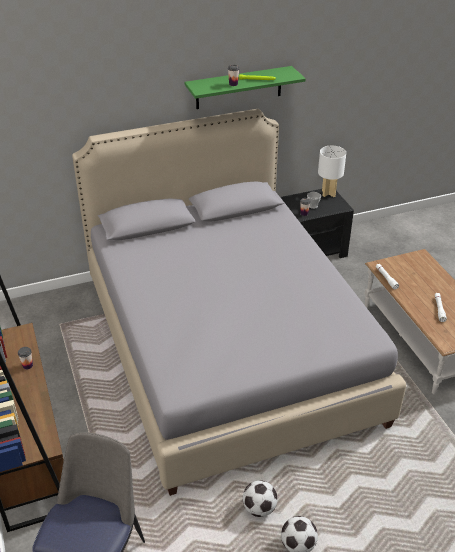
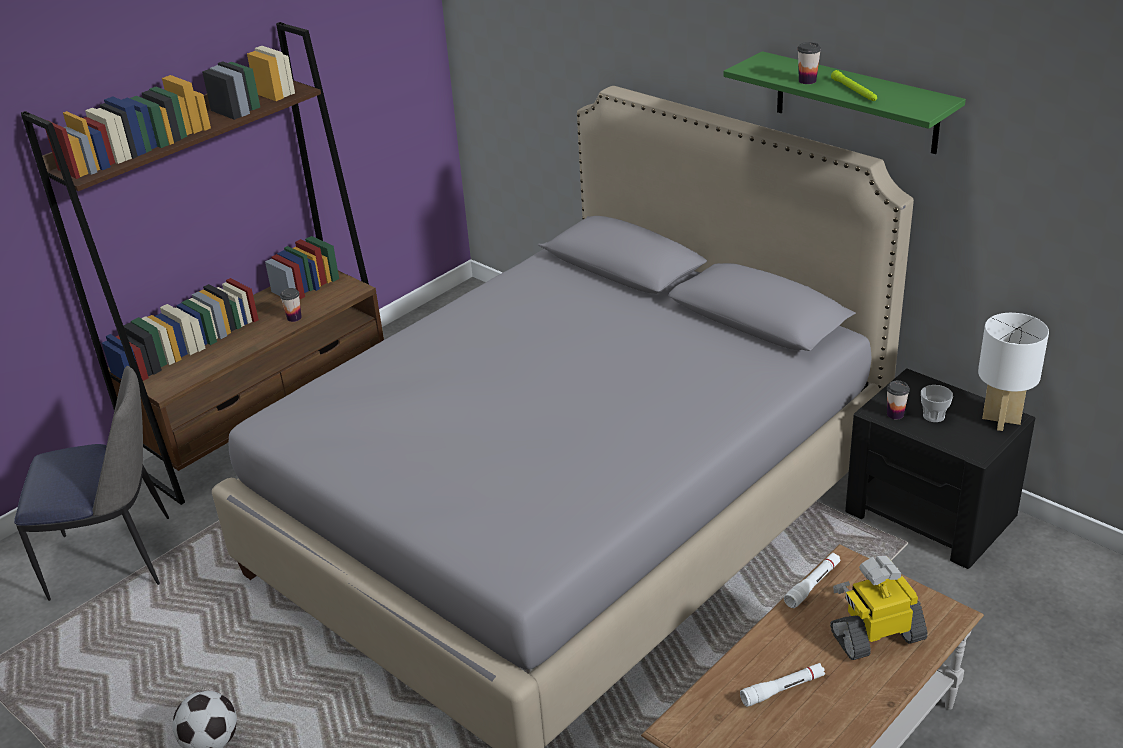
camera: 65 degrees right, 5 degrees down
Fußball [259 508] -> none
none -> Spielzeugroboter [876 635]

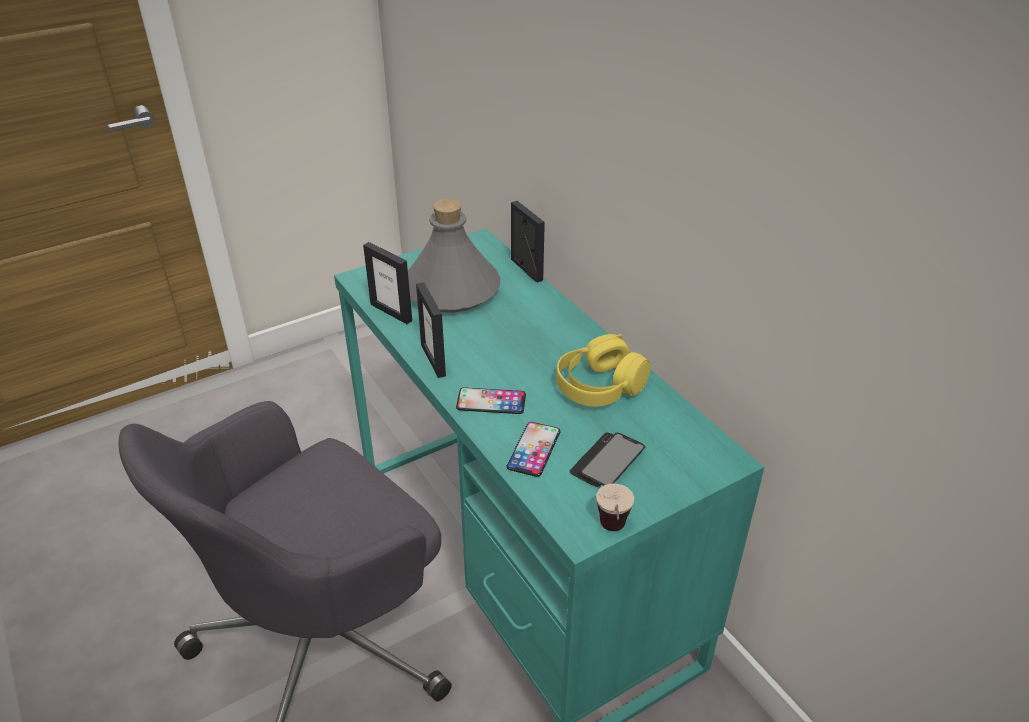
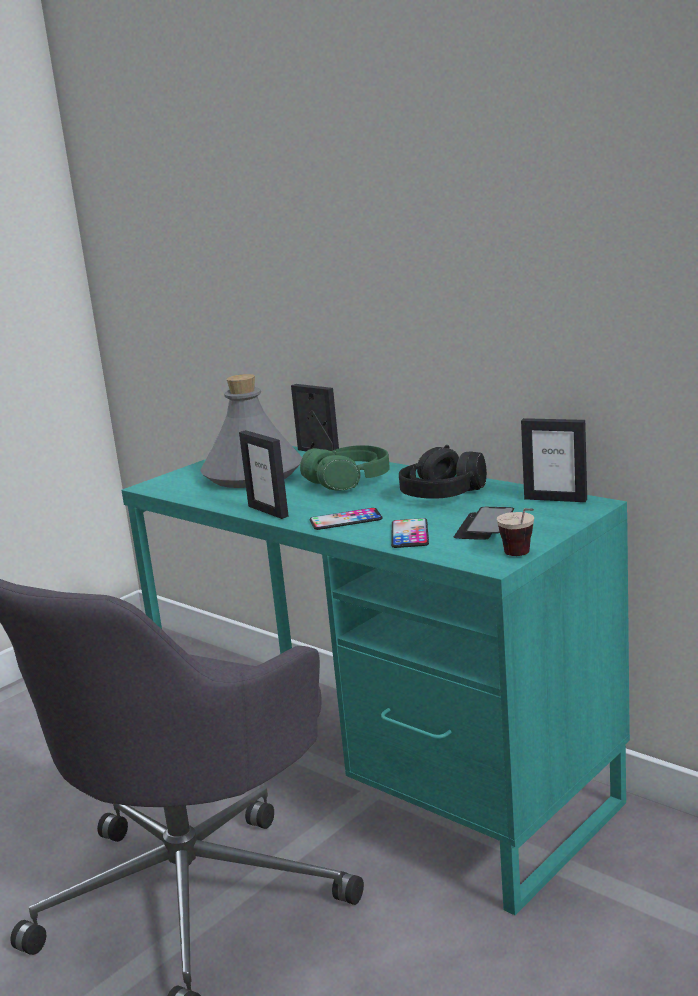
camera: 15 degrees left, 20 degrees down
none -> Kopfhörer (grün) [348 481]
Bilderrahmen [391 312] -> Bilderrahmen [555 499], move
Kopfhörer (gelb) [599 386] -> Kopfhörer (schwarz) [443 493]

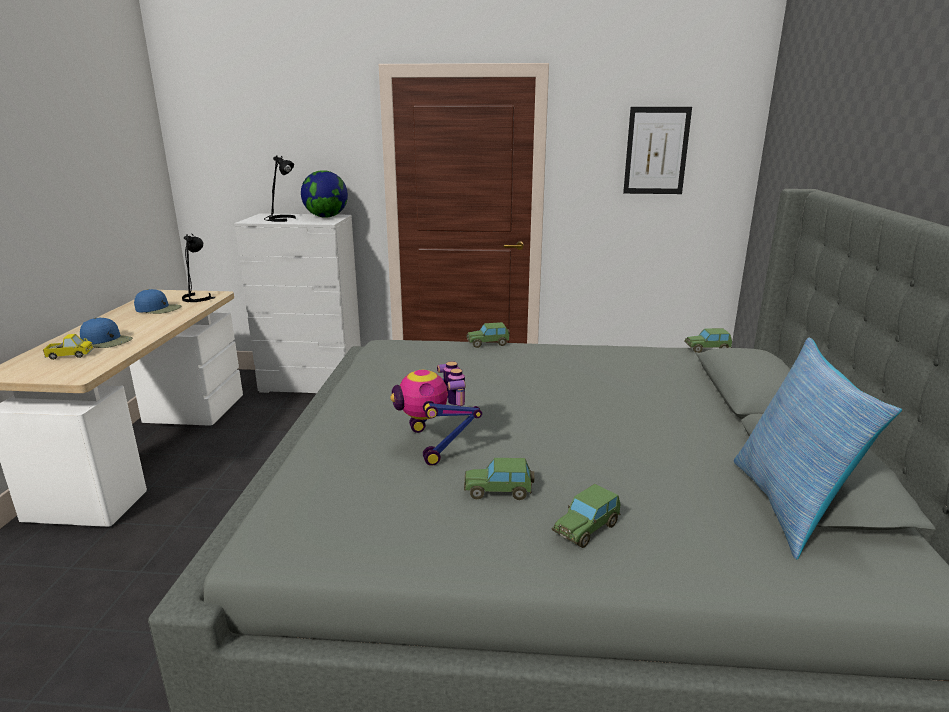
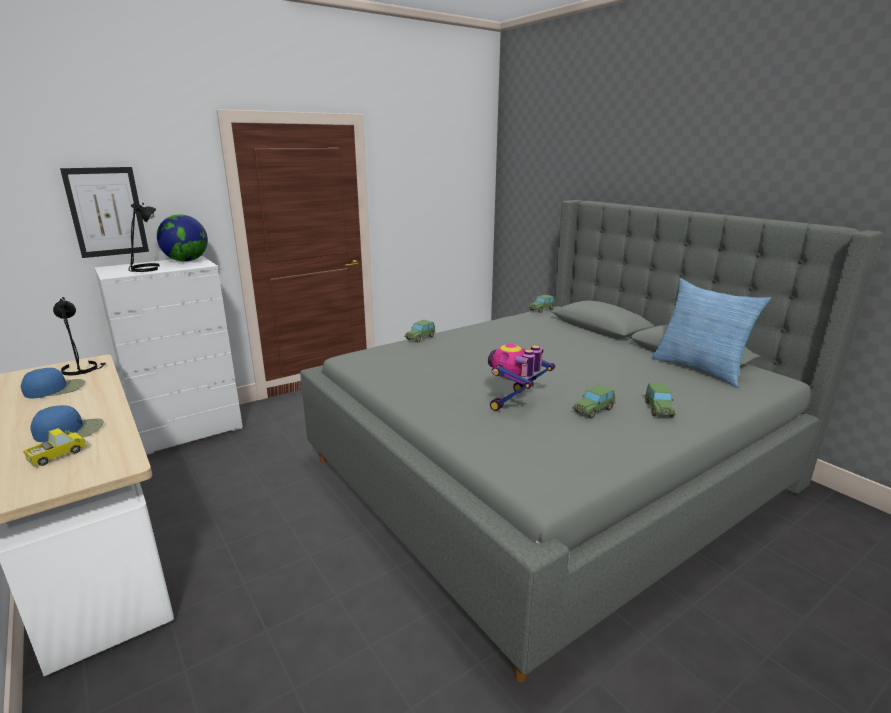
camera: 40 degrees left, 0 degrees up
Bild [656 151] -> Bild [106 212], move
Spielzeugroboter [435 444] -> Spielzeugroboter [515 402], 90 degrees clockwise

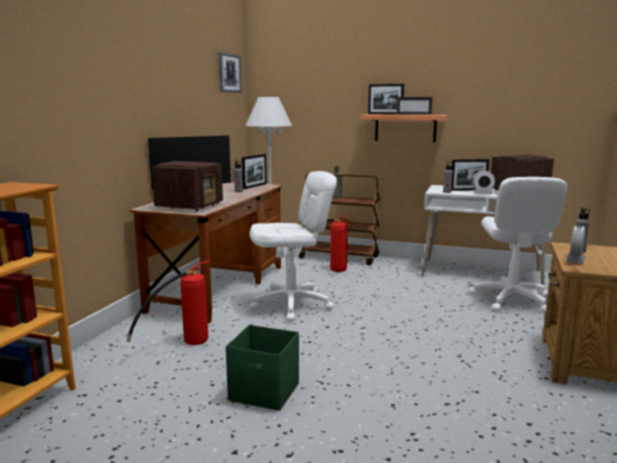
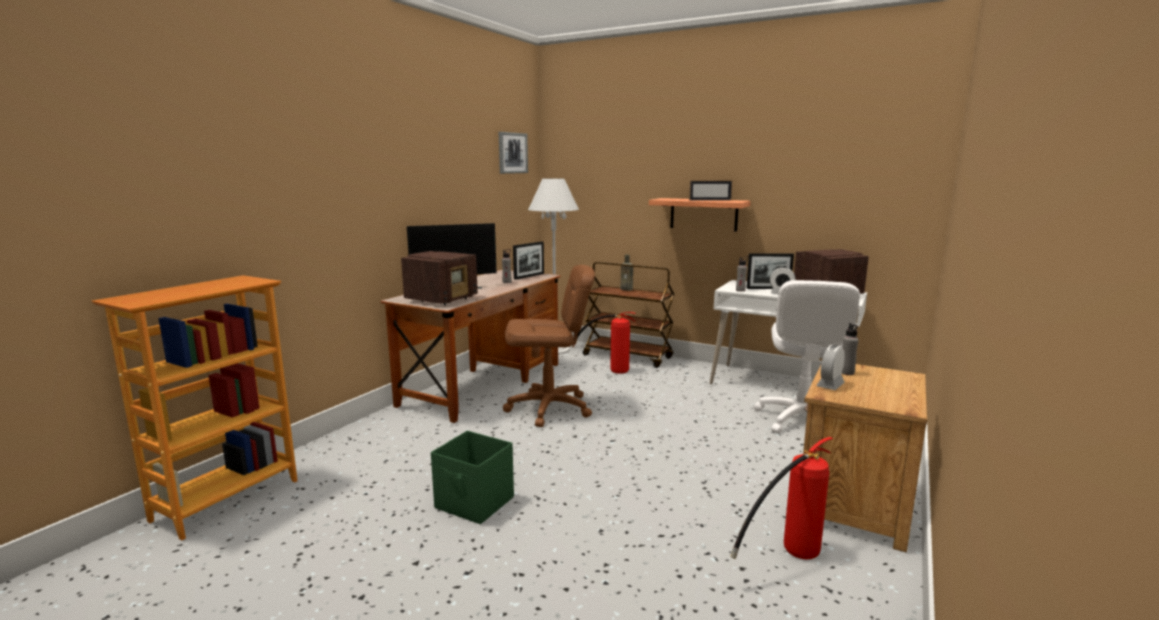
camera: 10 degrees right, 0 degrees up
Bilderrahmen [385 114] -> none
Feuerlöscher [183 345] -> Feuerlöscher [787 557], move
Bürostuhl (weiß) [292 305] -> Bürostuhl (braun) [549 408]

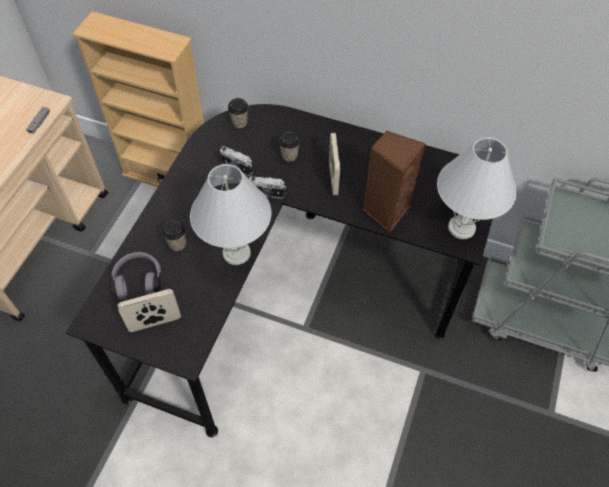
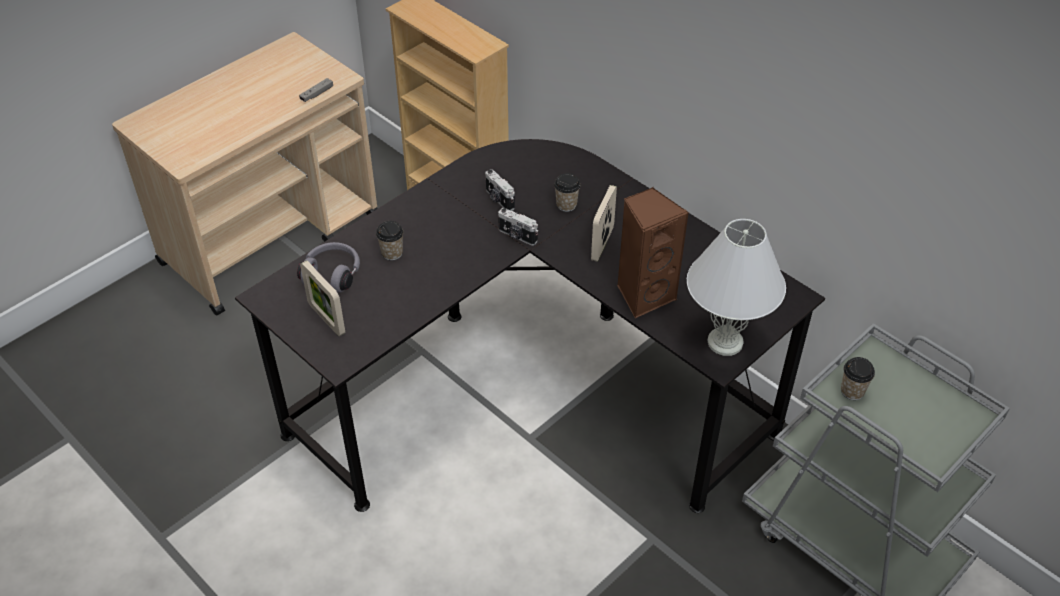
camera: 25 degrees right, 10 degrees down
Tischlampe (weiß) [236 253] -> none
Tasse [239 122] -> Tasse [852 391], move
Bilderrahmen [155 323] -> Bilderrahmen [326 319], 135 degrees counterclockwise

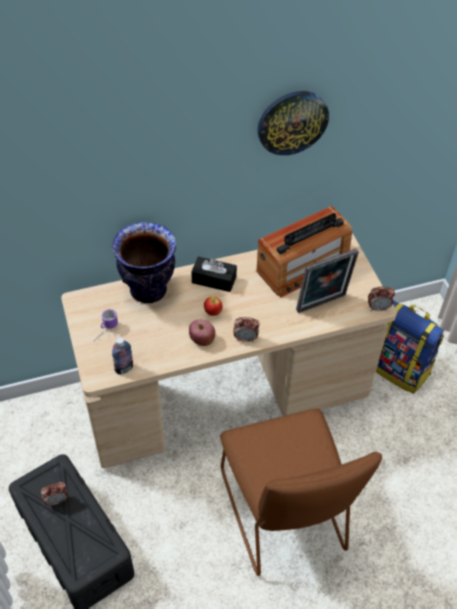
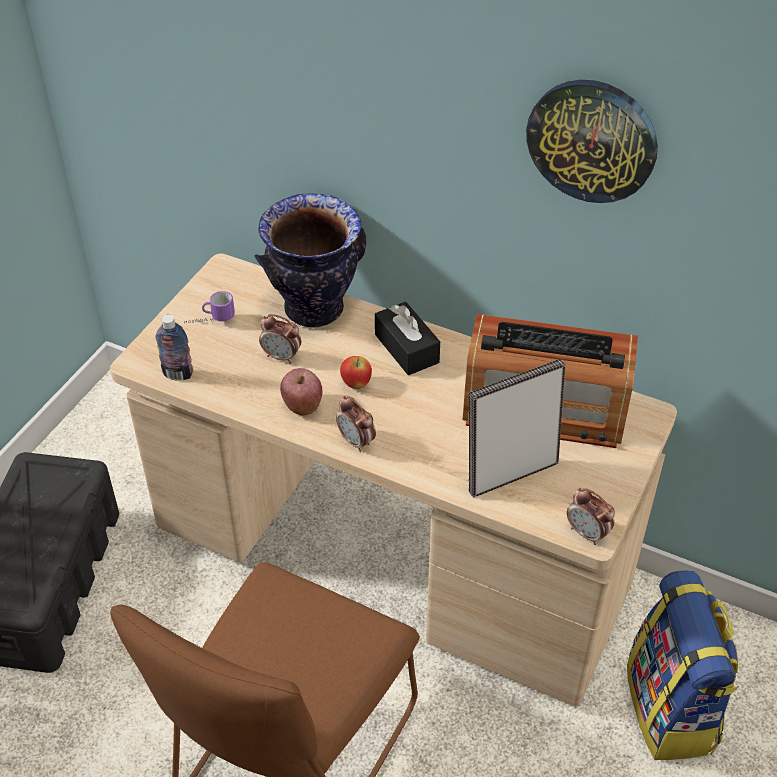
camera: 45 degrees right, 5 degrees down
Wecker [57 500] -> Wecker [282 356], move
Bilderrahmen [322 305] -> Bilderrahmen [510 473], 135 degrees clockwise

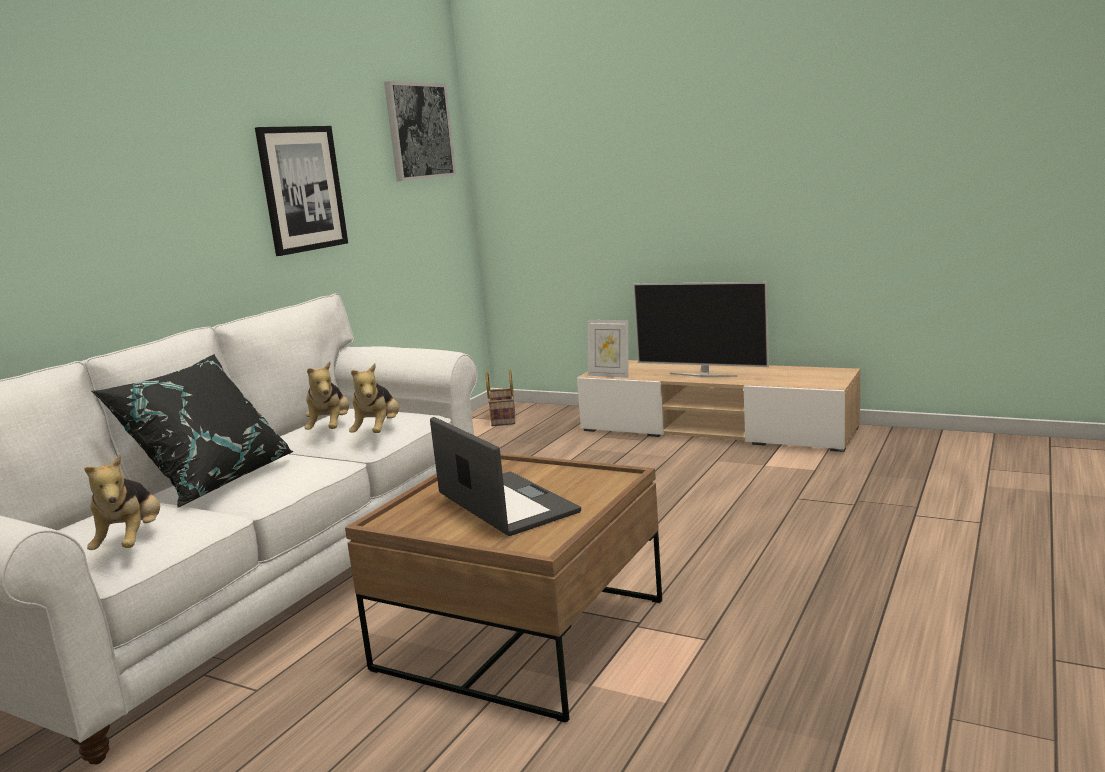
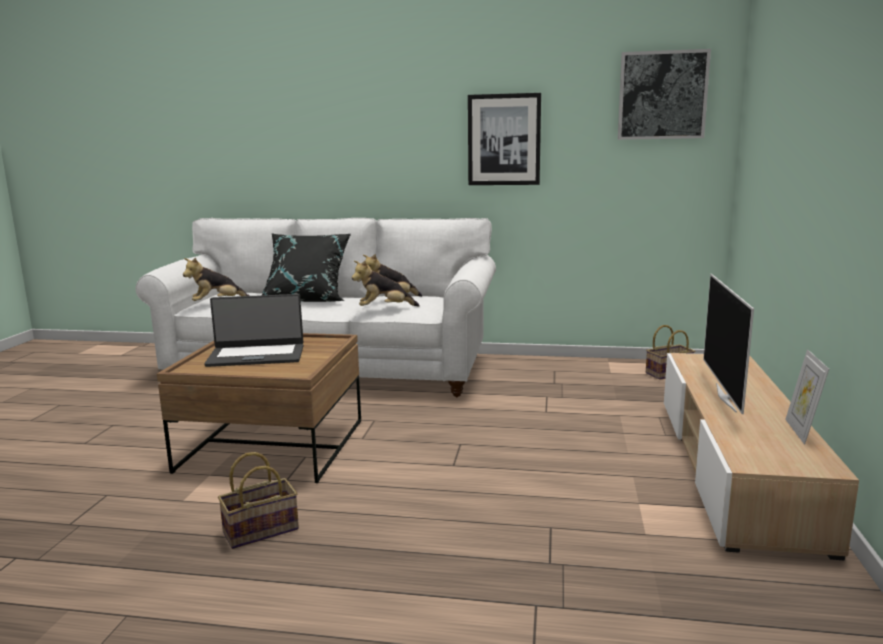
camera: 70 degrees right, 0 degrees up
none -> Korb [262 529]
Bilderrahmen [609 375] -> Bilderrahmen [801 431], move
Laptop [505 505] -> Laptop [256 355], 45 degrees clockwise

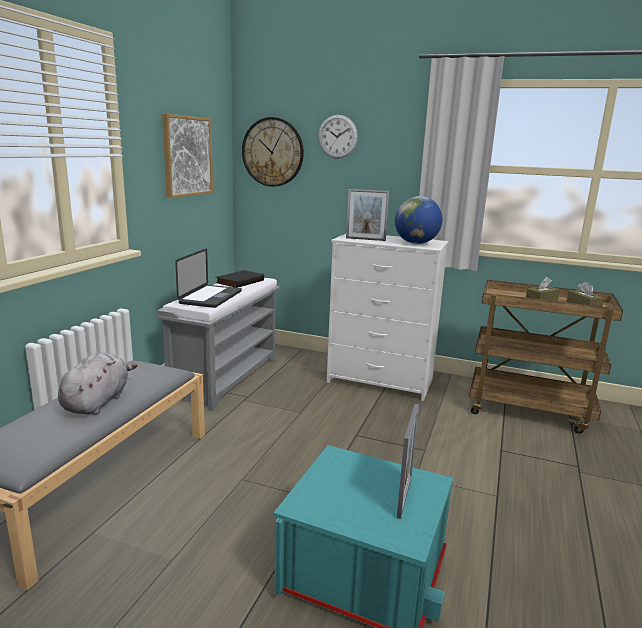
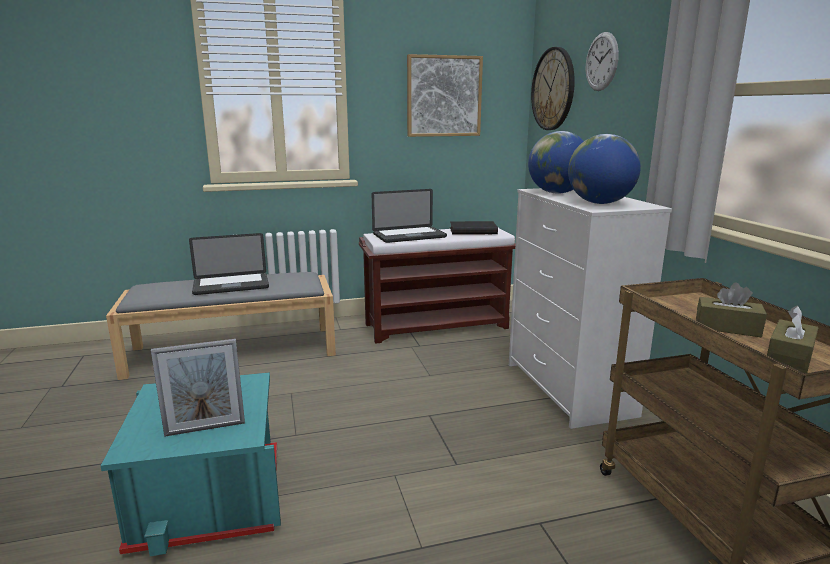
camera: 55 degrees right, 0 degrees up
Plüschtier (grau) [97 402] -> Laptop [231 285]
Bilderrahmen [365 239] -> Globus [557 193]
Bank (grau) [226 377] -> Bank (braun) [437 326]

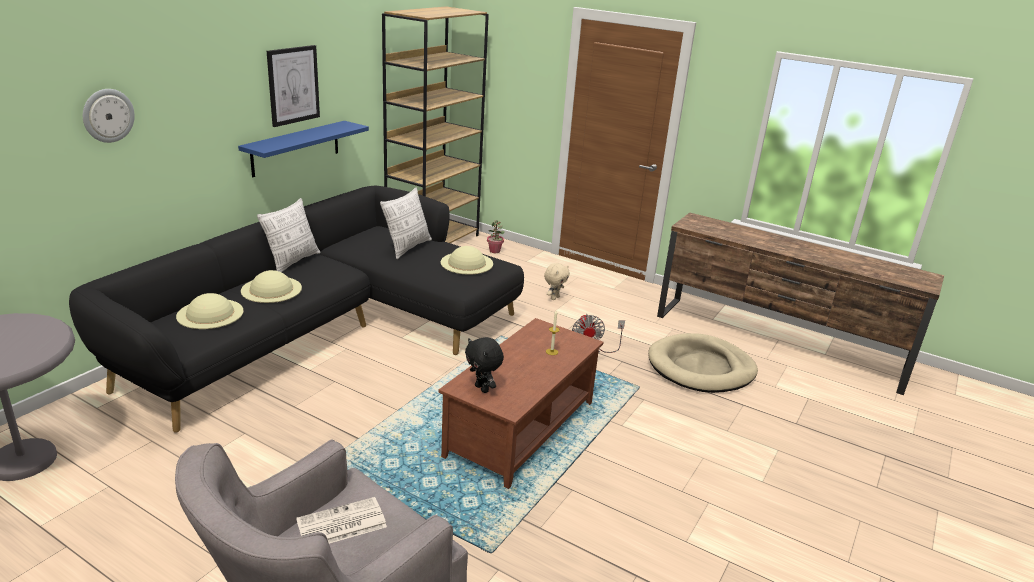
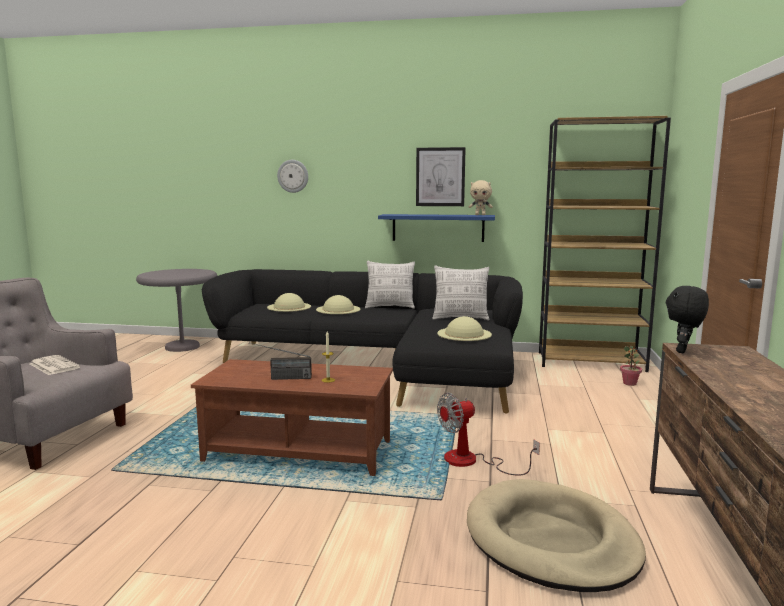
camera: 70 degrees right, 15 degrees down
none -> Radio [280 378]
Plüschtier (schwarz) [482 388] -> Plüschtier (schwarz) [683 351], move
Plüschtier (beige) [554 298] -> Plüschtier (beige) [480 215], move

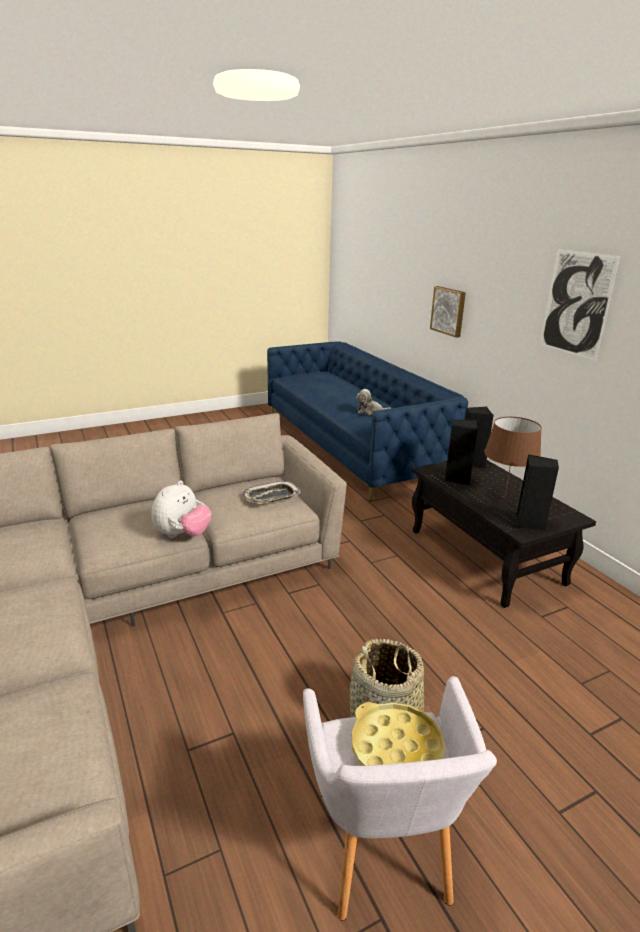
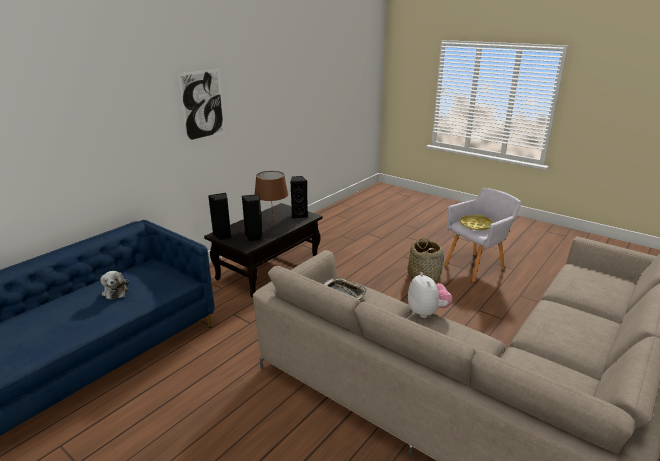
camera: 115 degrees left, 0 degrees up
Bild [449 311] -> none
Plüschtier [183 535] -> Plüschtier [427 312], 75 degrees clockwise

